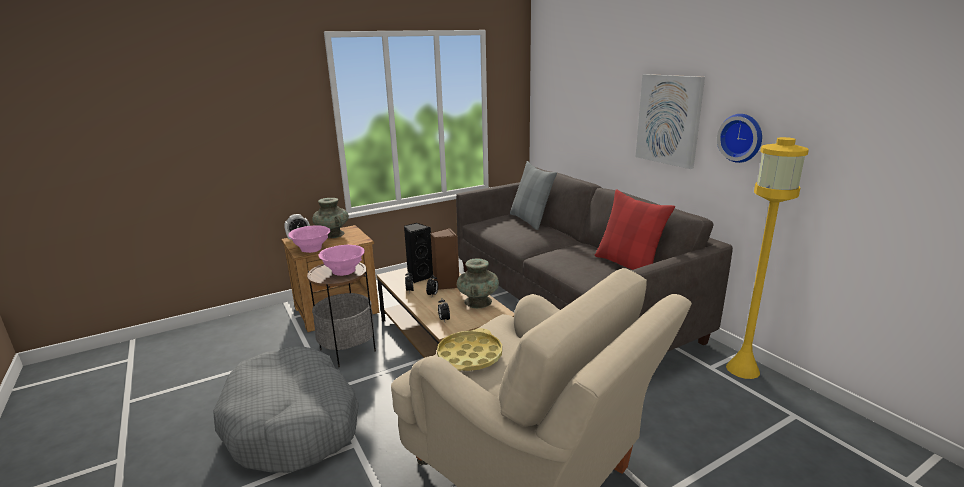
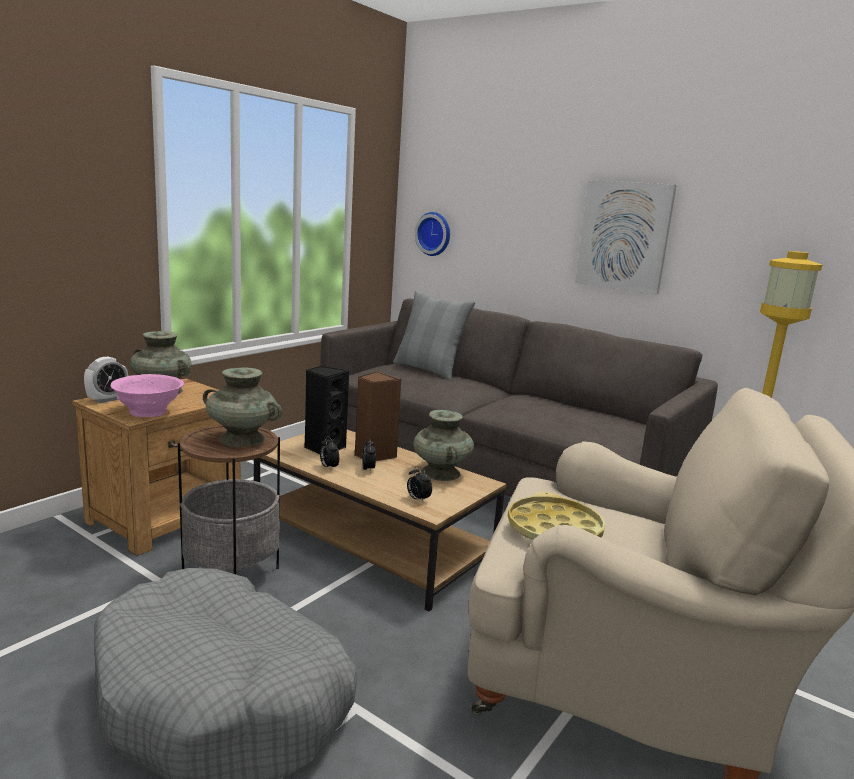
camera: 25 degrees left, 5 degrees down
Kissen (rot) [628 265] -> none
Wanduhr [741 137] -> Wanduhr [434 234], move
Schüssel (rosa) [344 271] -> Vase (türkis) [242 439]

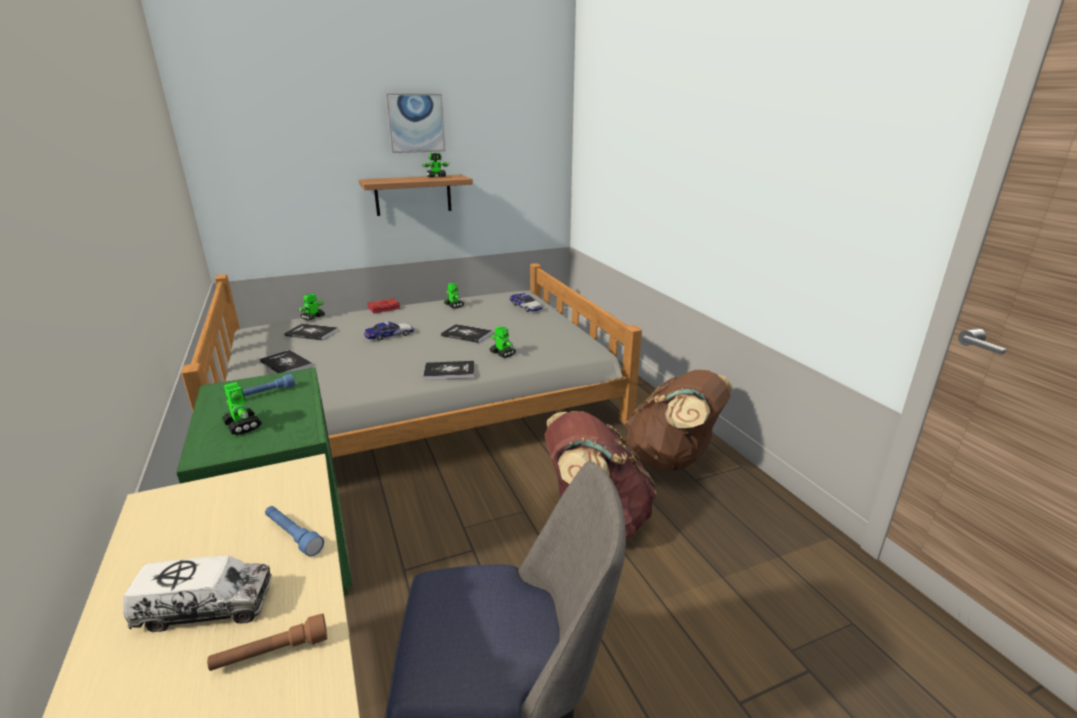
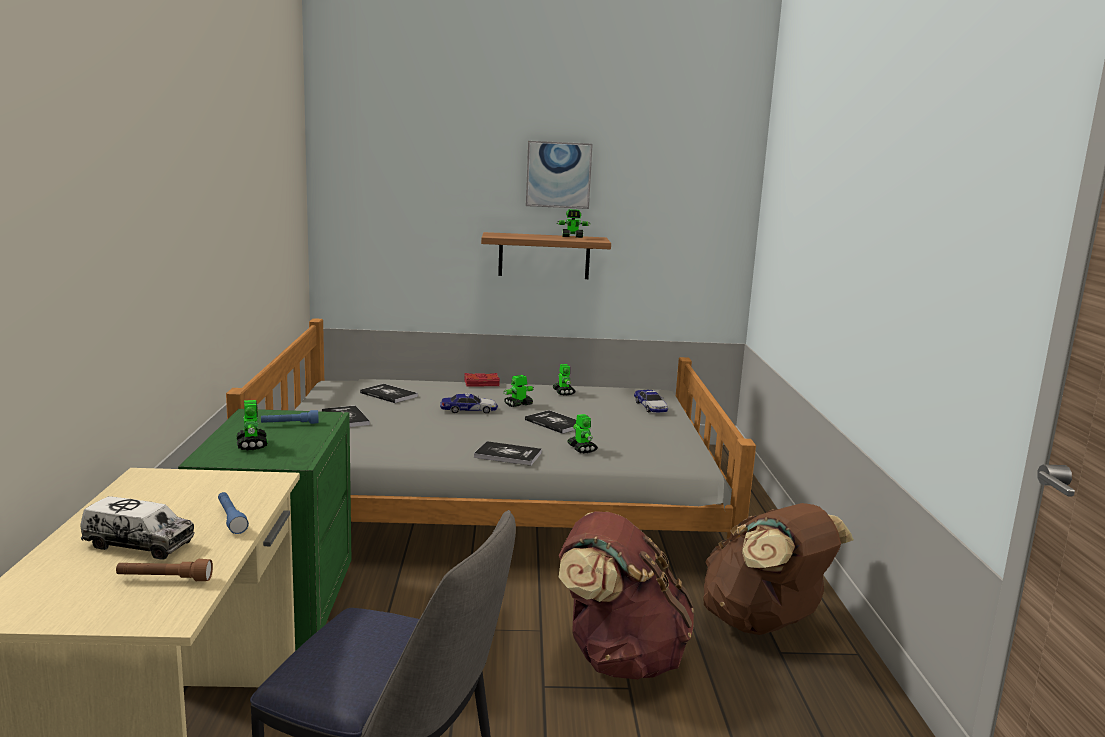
camera: 20 degrees right, 10 degrees down
Spielzeugroboter [313 317] -> Spielzeugroboter [518 404], move

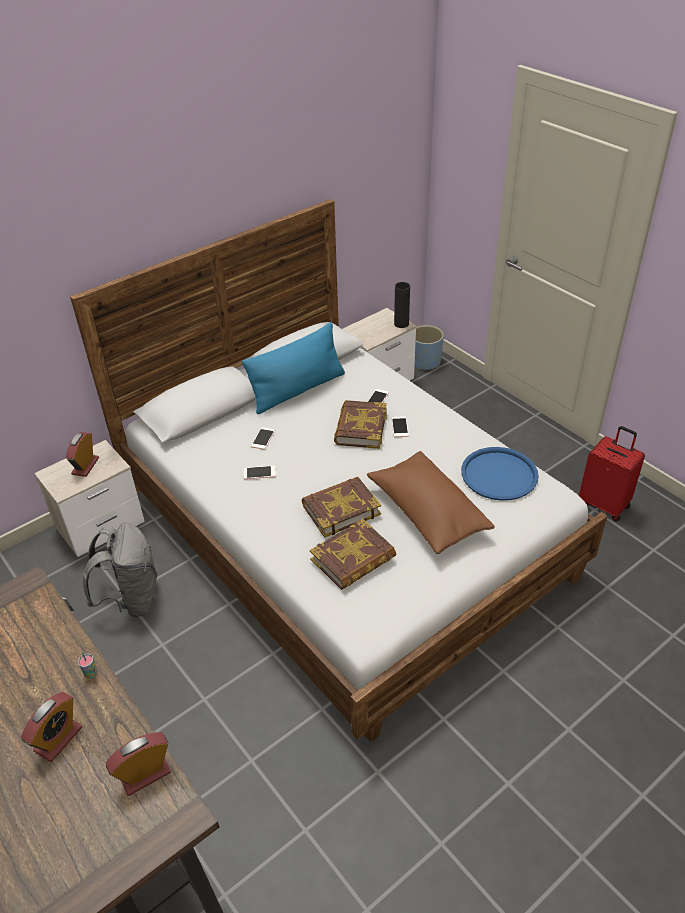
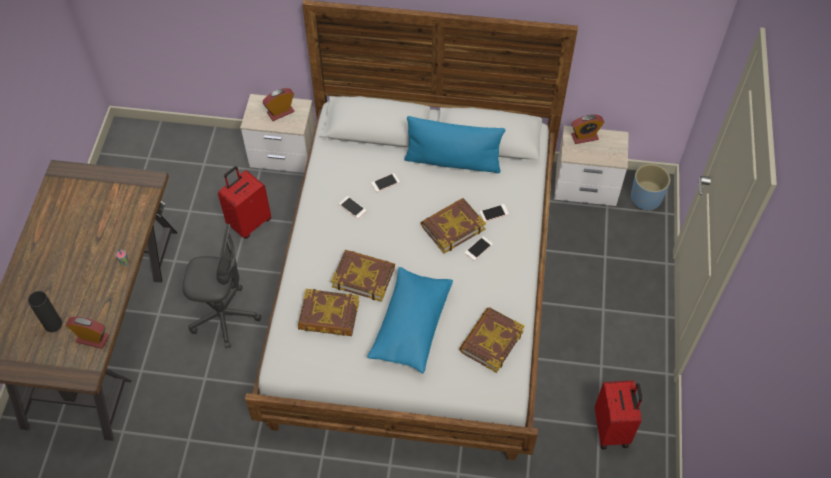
camera: 45 degrees right, 15 degrees up
none -> Bürostuhl (grau) [224 316]
Wecker [58 739] -> Wecker [584 137], move
Vase (schwarz) [401 324] -> Vase (schwarz) [53 324], move
Rucksack (grau) [131 598] -> Koffer (rot) [249 222]
Tablett (blau) [499 474] -> Buch [491 341]
Kissen (braun) [427 513] -> Kissen (blau) [411 326]

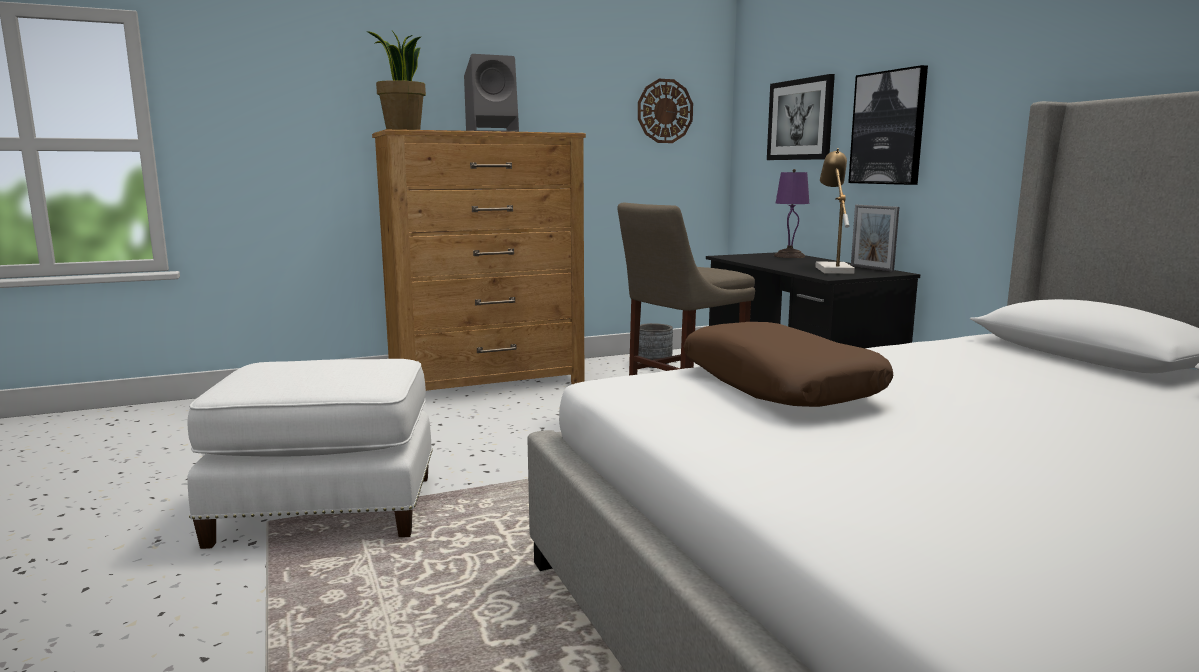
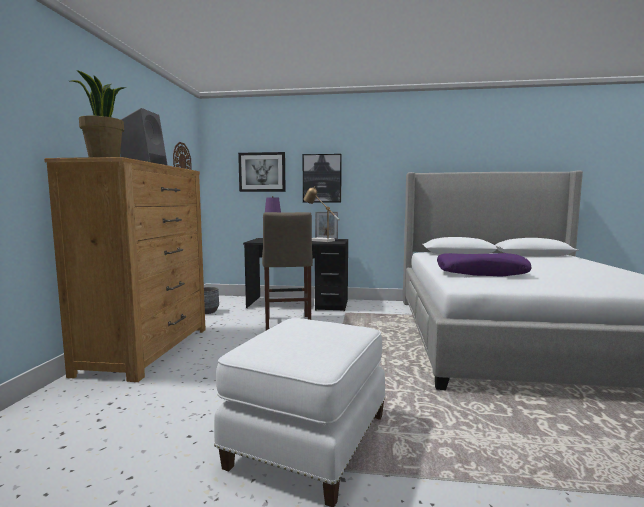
camera: 60 degrees left, 5 degrees down
Kissen (braun) [779 385] -> Kissen (lila) [481 273]

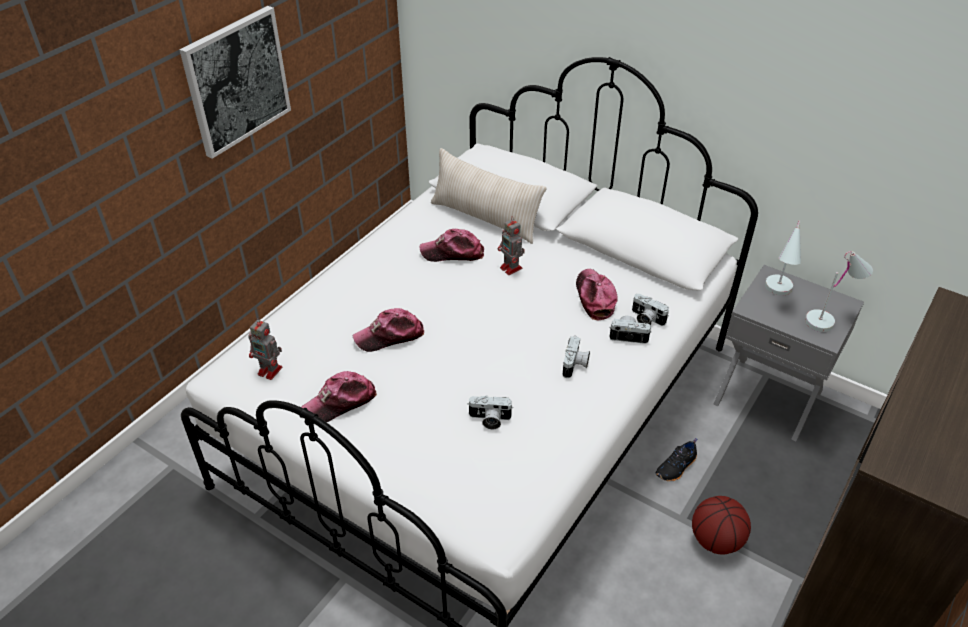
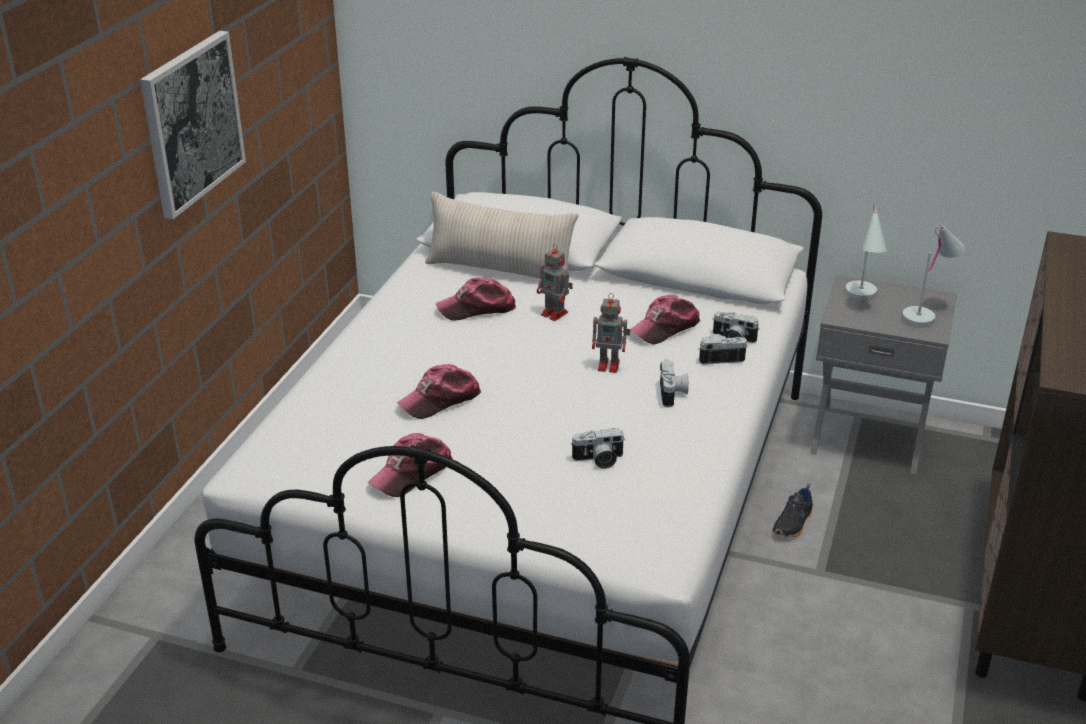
camera: 15 degrees left, 10 degrees down
Basketball [716 540] -> none
Spielzeugroboter [271 371] -> Spielzeugroboter [610 365], move
Kappe [594 297] -> Kappe [665 328], 105 degrees counterclockwise

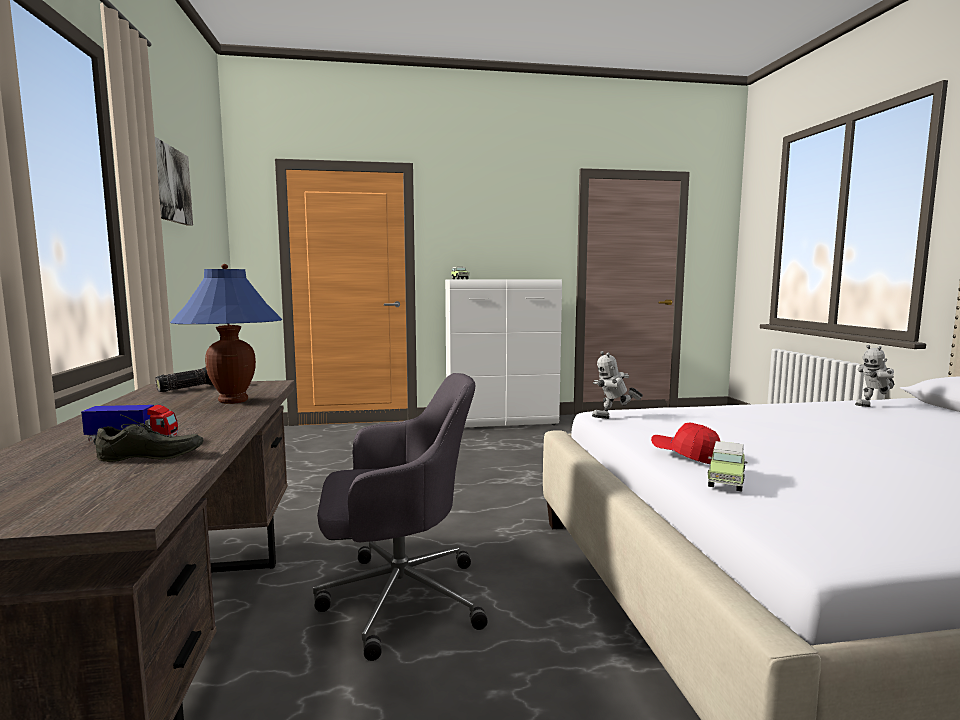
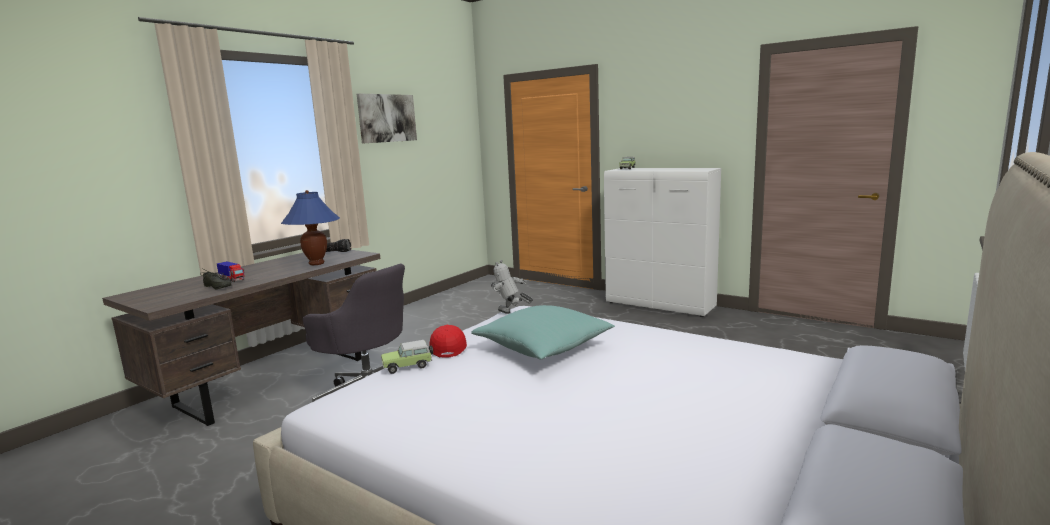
camera: 45 degrees right, 5 degrees up
Spielzeugroboter [874 406] -> none
none -> Kissen (türkis) [543 348]

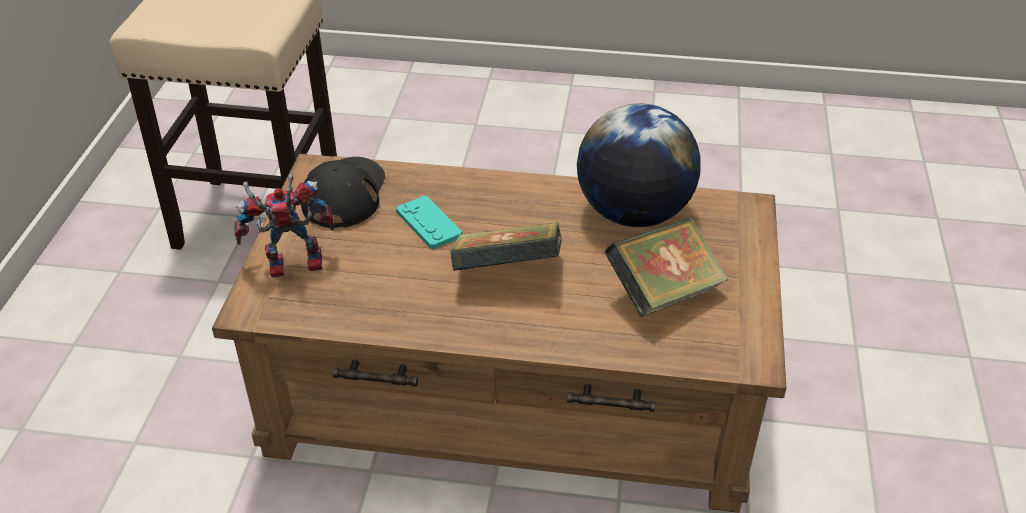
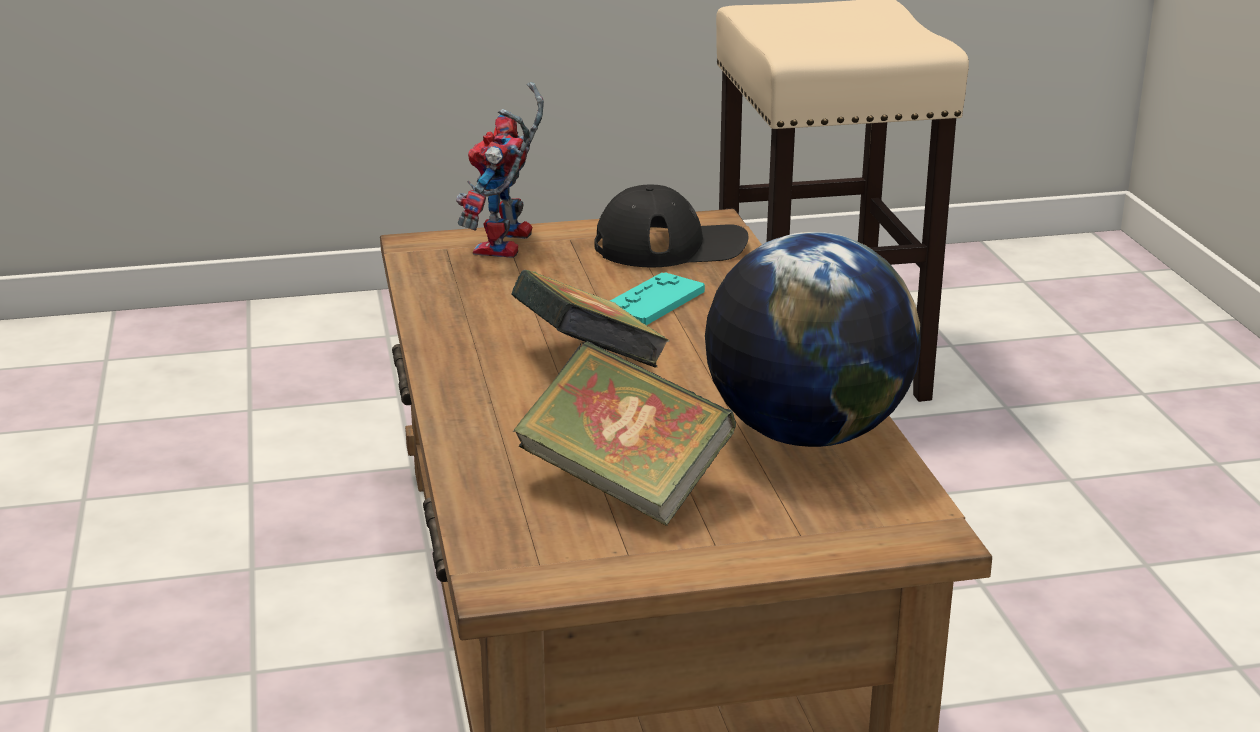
camera: 70 degrees right, 15 degrees down
Spielzeugroboter [290 267] -> Spielzeugroboter [506 247], 135 degrees counterclockwise

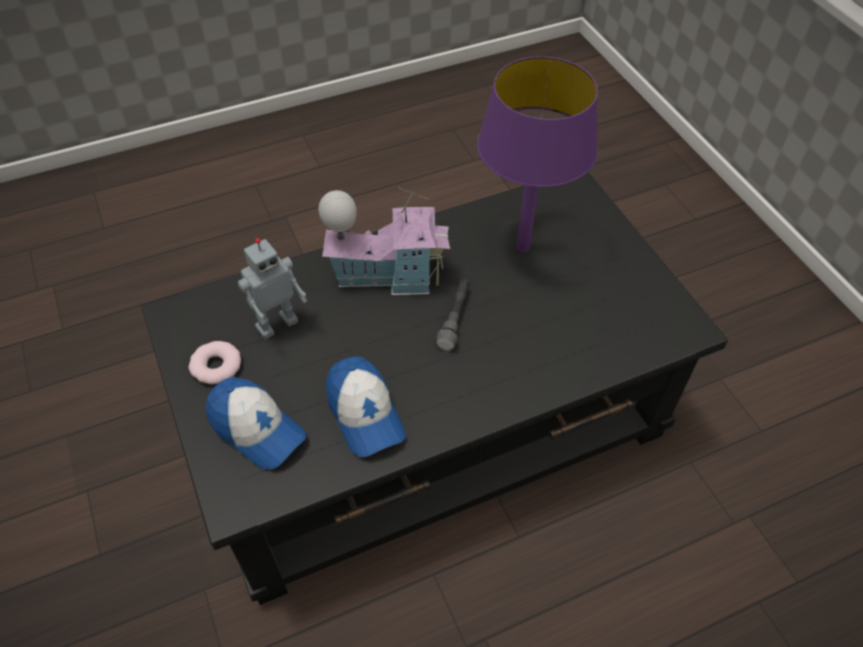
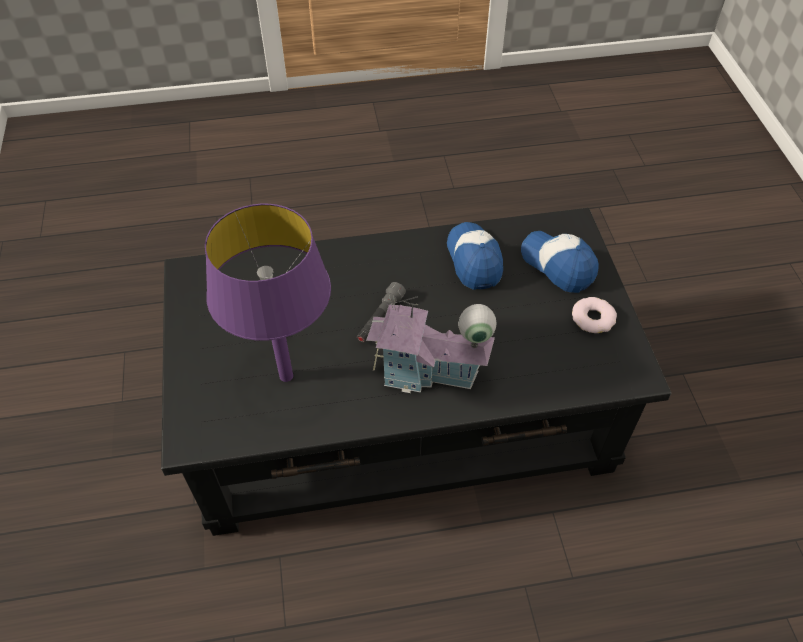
camera: 165 degrees left, 0 degrees up
Spielzeugroboter [276 323] -> none

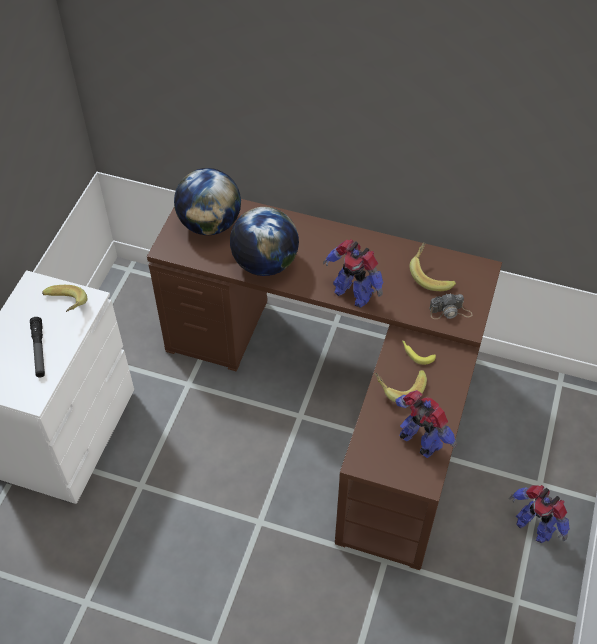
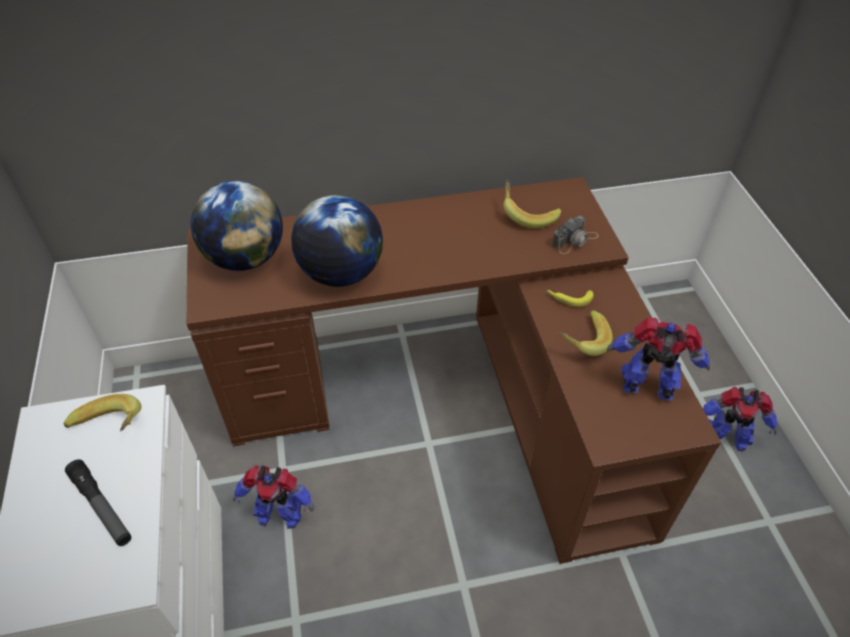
camera: 30 degrees left, 5 degrees down
Spielzeugroboter [353 293] -> Spielzeugroboter [279 514], move

